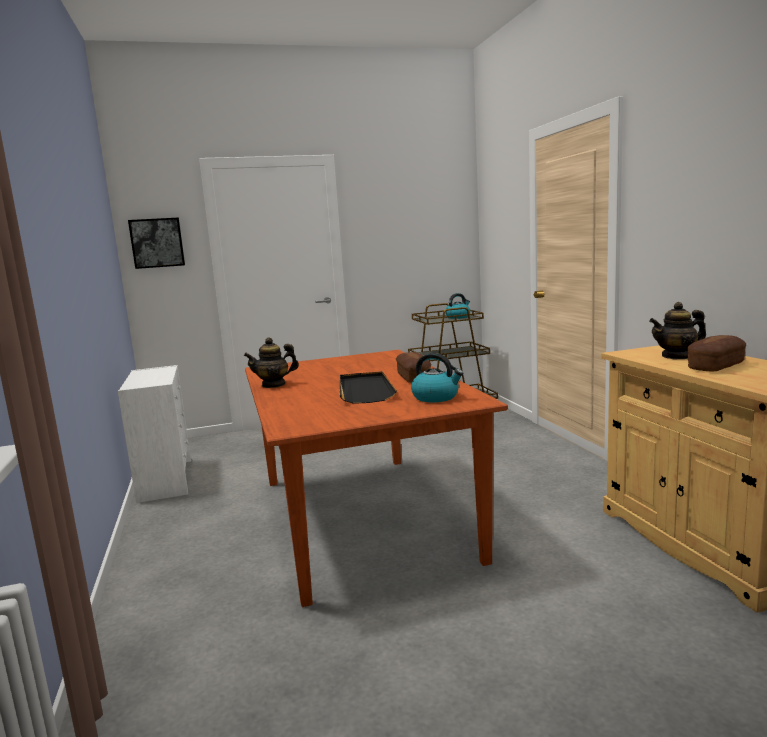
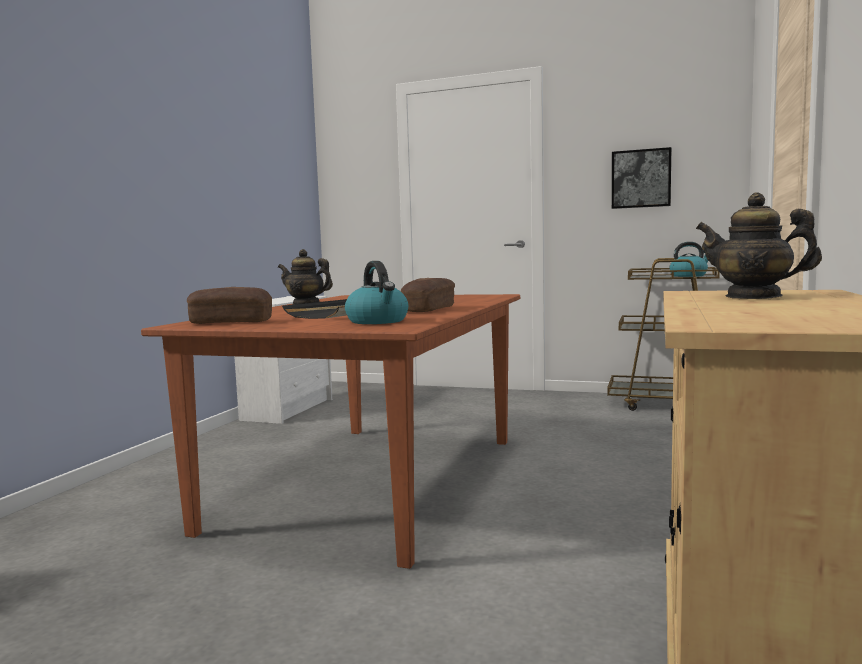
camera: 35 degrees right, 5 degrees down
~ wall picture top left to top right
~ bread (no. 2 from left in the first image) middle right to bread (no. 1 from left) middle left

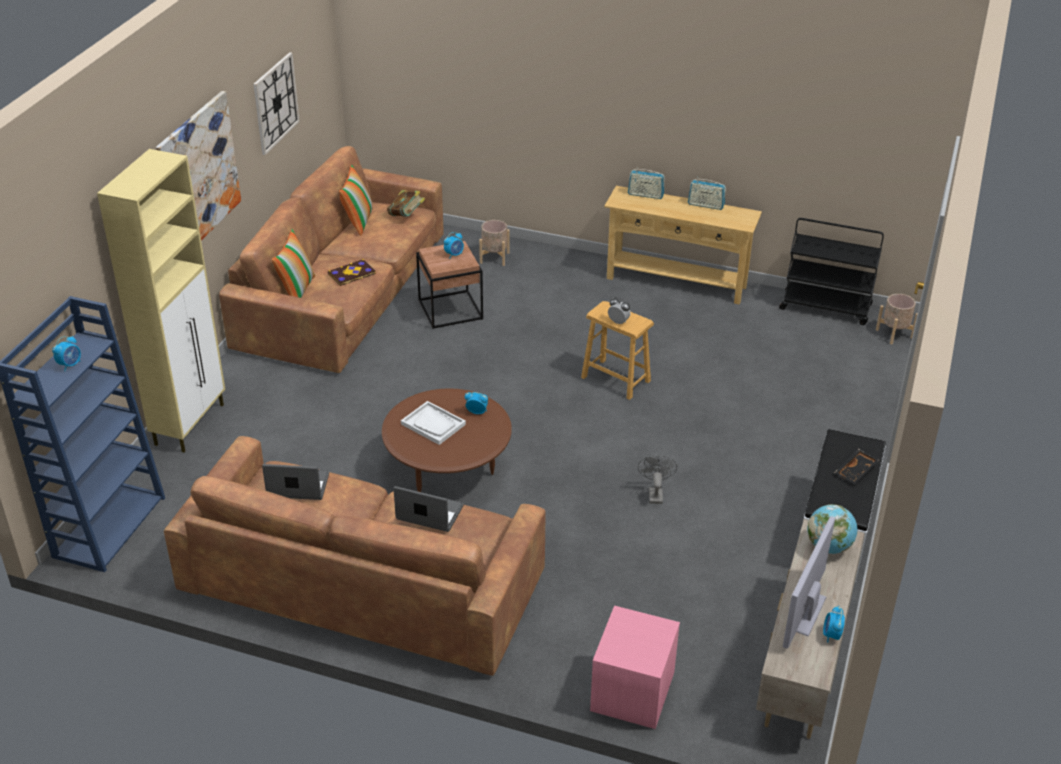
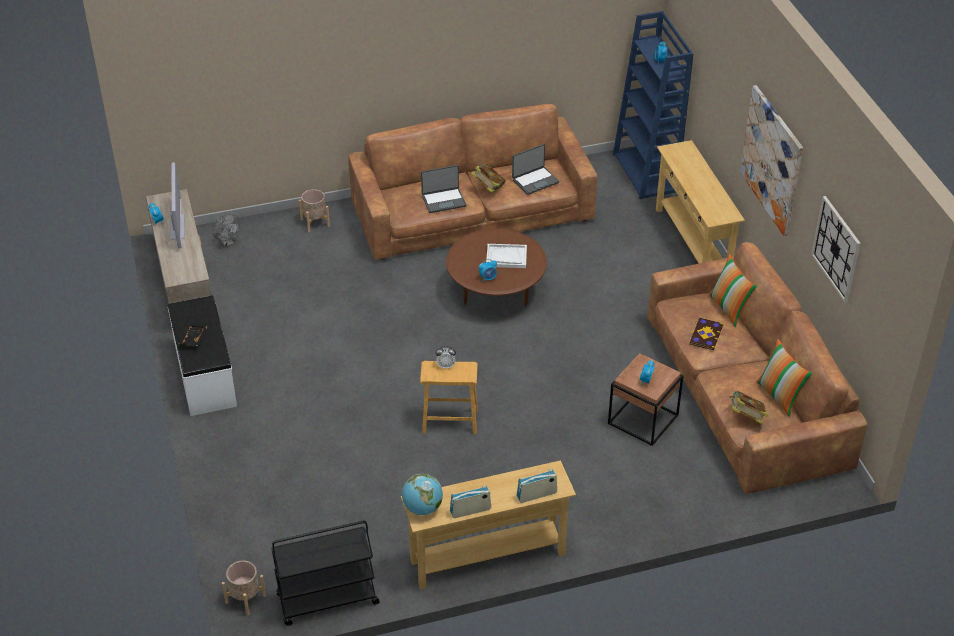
camera: 145 degrees right, 5 degrees up
- nightstand (pinkish) bottom centre
+ book (no. 1 from left) top centre
~ plant pot (beige-coloured) (no. 1 from left in the first image) top centre to plant pot (beige-coloured) (no. 2 from left) top left
~ cooling fan (greyish) centre to middle left
~ desk globe bottom right to bottom centre
~ cabinet (beige-coloured) middle left to narrow table (beige-coloured) (no. 2 from left) top right

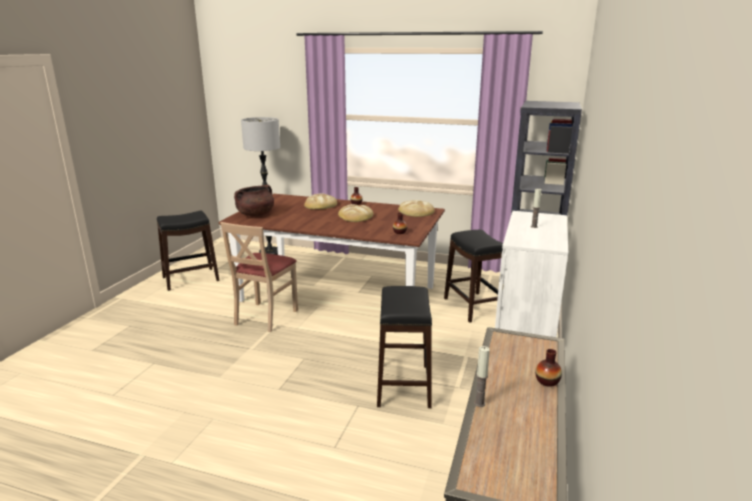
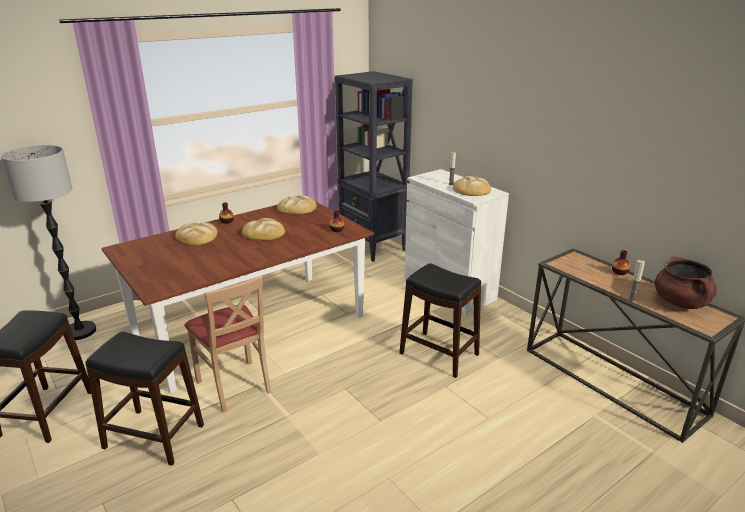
camera: 55 degrees left, 5 degrees up
+ bread (no. 4 from left) centre
~ cooking pot (brown) centre to middle right
~ sitting stool (black) (no. 3 from left in the first image) centre to sitting stool (black) (no. 2 from left) bottom left

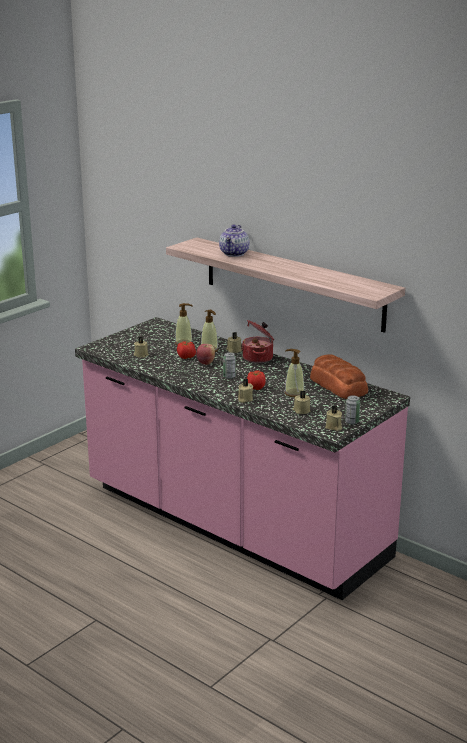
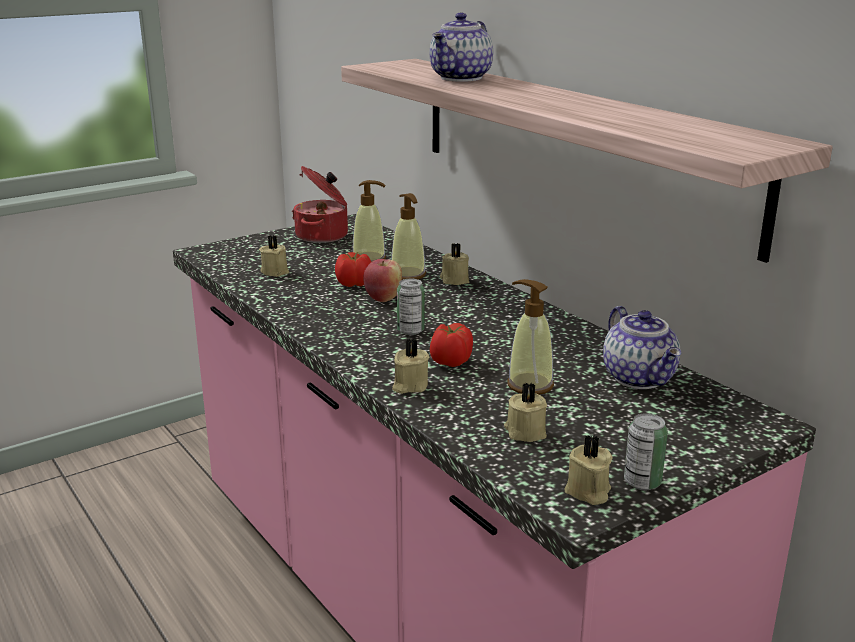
camera: 15 degrees right, 0 degrees up
~ cooking pot centre to top centre
~ bread middle right to teapot (no. 2 from left) middle right

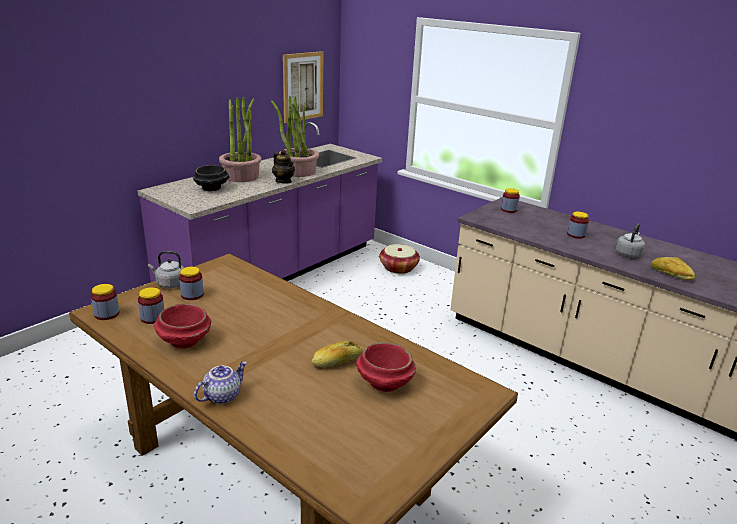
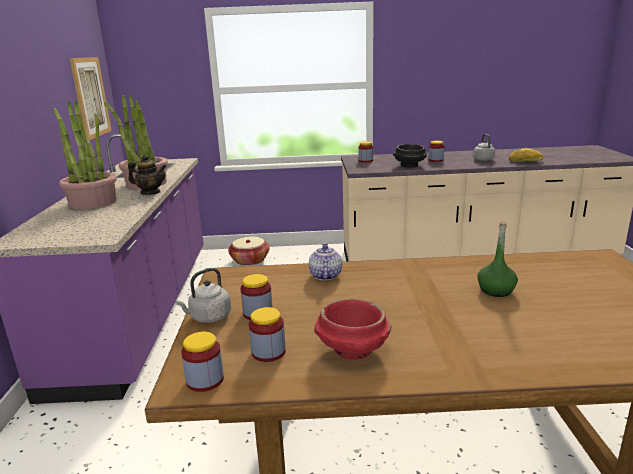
camera: 40 degrees left, 5 degrees down
- bowl (red-coloured) (no. 2 from left) bottom centre
~ bowl (black) middle left to top centre
~ teapot (no. 1 from left in the first image) bottom left to teapot (no. 2 from left) centre
~ bread (no. 1 from left) bottom centre to drink bottle (green) middle right

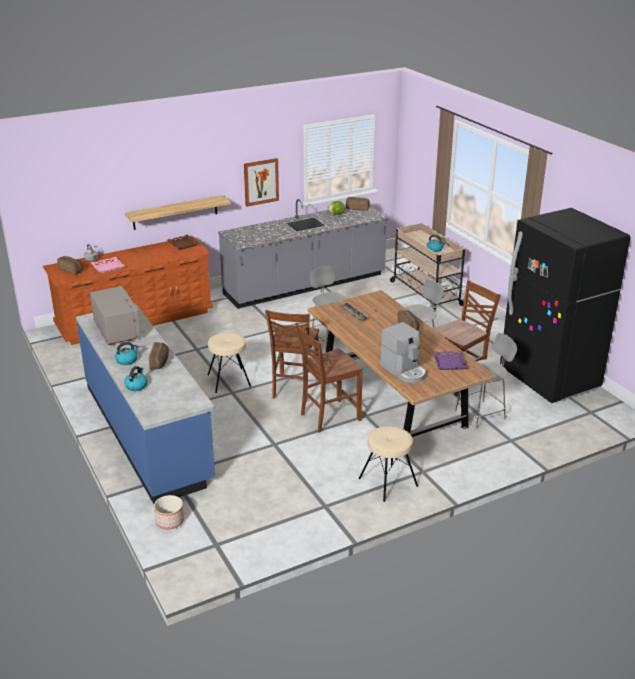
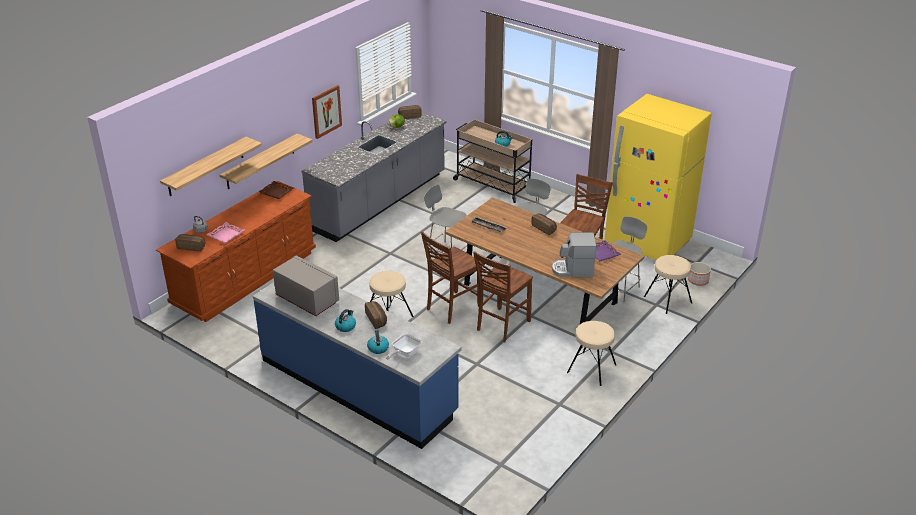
camera: 25 degrees left, 5 degrees up
+ bracket shelf (no. 1 from left) top left
+ skillet bottom centre
+ sitting stool (beige-coloured) (no. 3 from left) middle right
~ plant pot bottom left to middle right
~ kitchen fridge (black) middle right to kitchen fridge (yellow) middle right
~ plain chair (brown) (no. 1 from left) centre = centre 60 degrees clockwise
~ coffee machine centre = centre 150 degrees clockwise

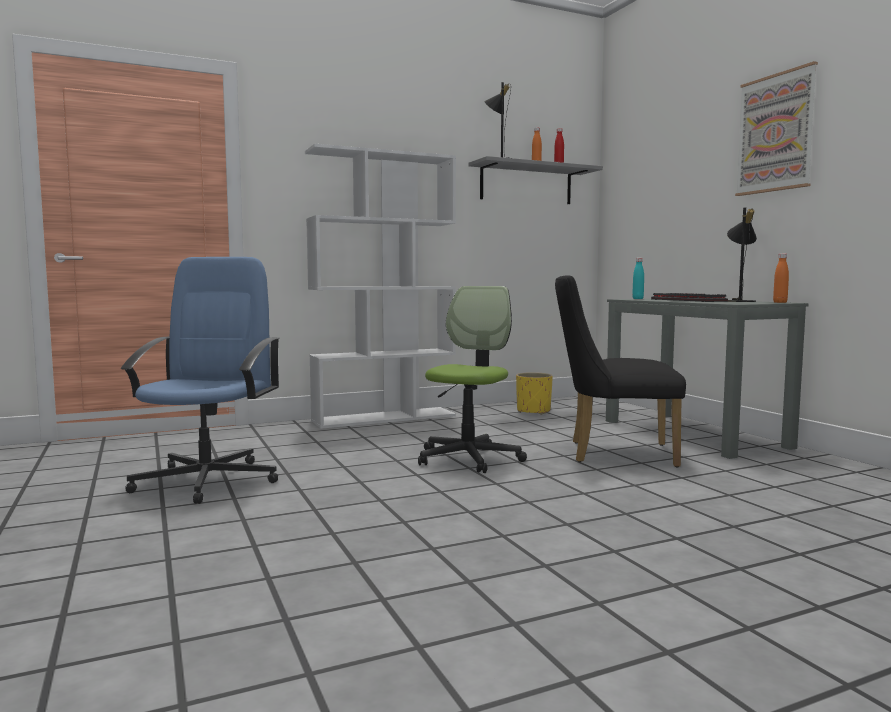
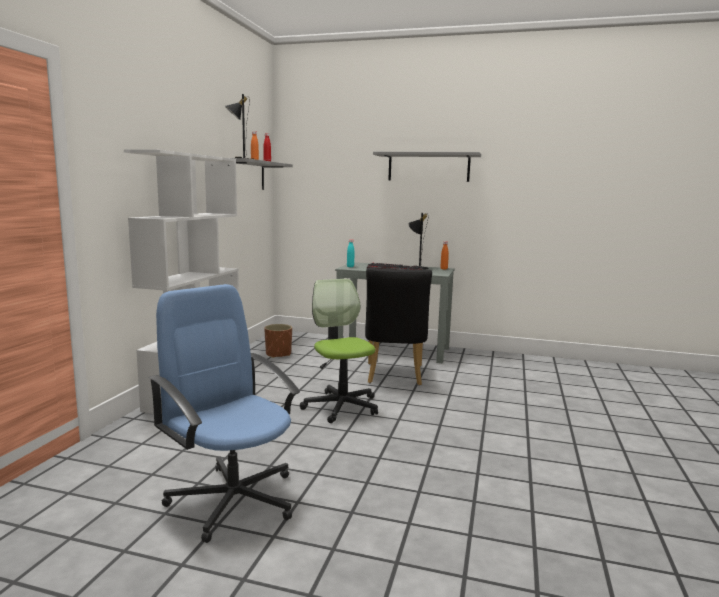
camera: 50 degrees left, 5 degrees up
~ wall picture top right to bracket shelf (greyish) (no. 2 from left) top centre
~ plant pot (yellow) centre to plant pot (brown) centre
~ plain chair (black) middle right = centre 45 degrees counterclockwise

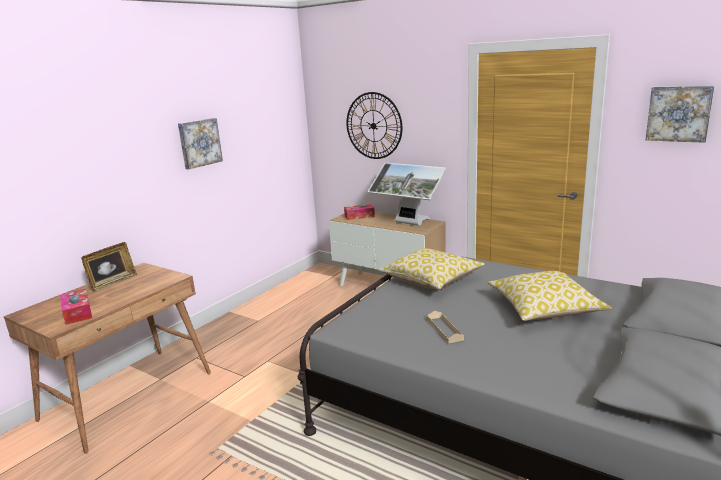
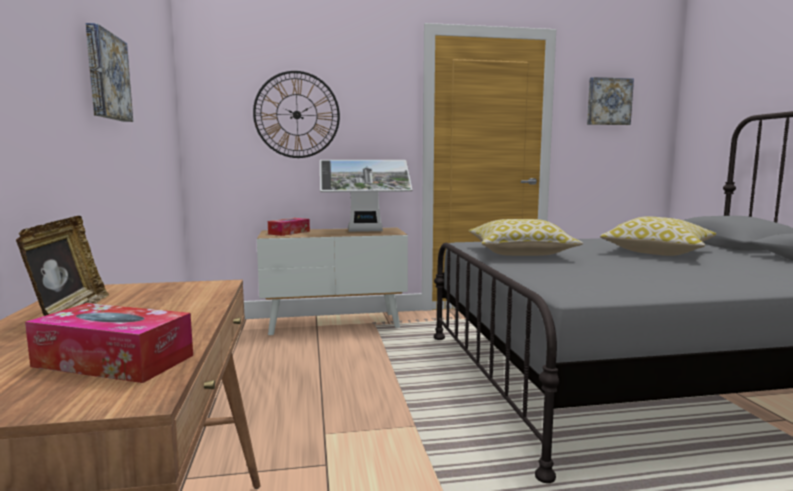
camera: 45 degrees left, 10 degrees down
- serving tray (beige-coloured) bottom centre

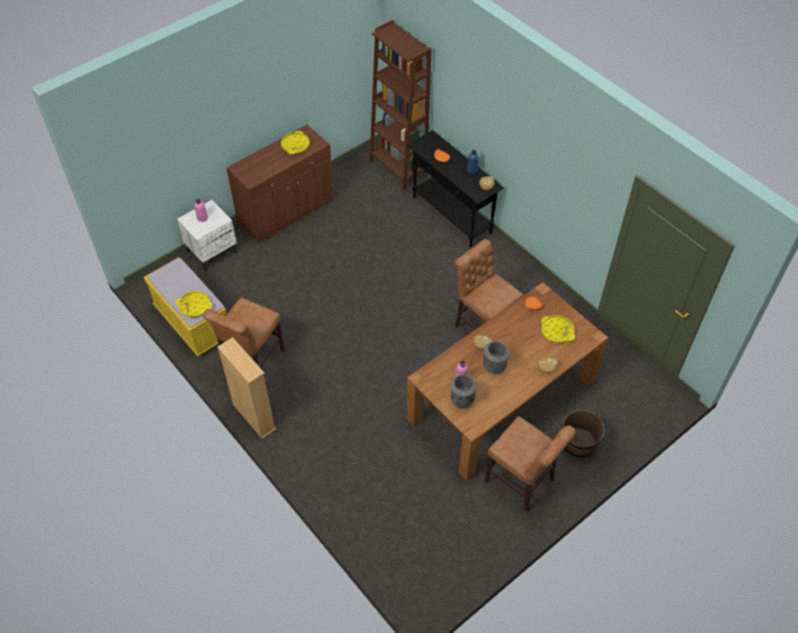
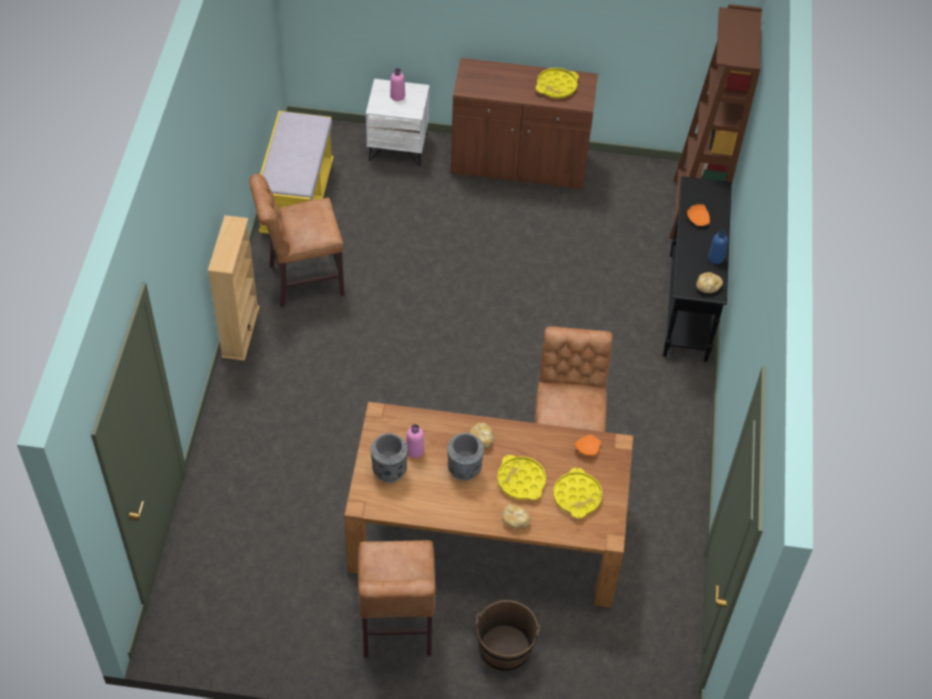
camera: 45 degrees right, 0 degrees up
~ serving tray (yellow) (no. 1 from left) middle left to bottom centre

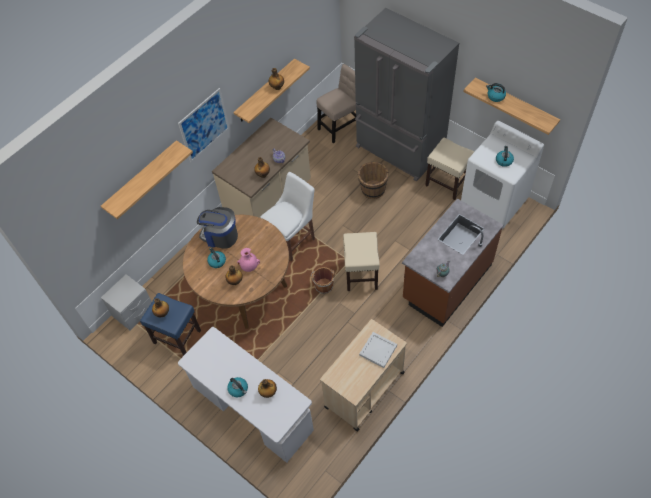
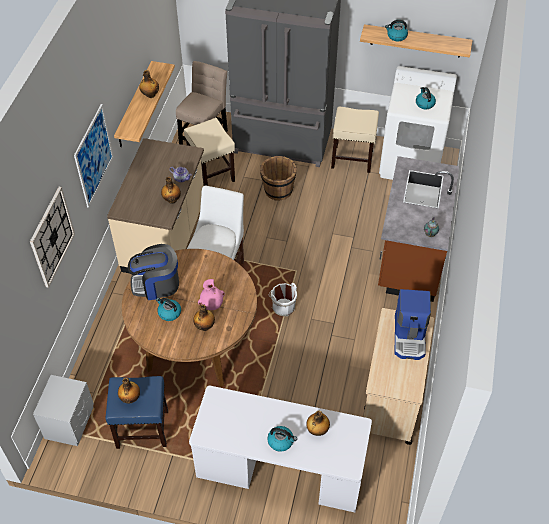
camera: 30 degrees left, 5 degrees down
~ sitting stool (beige-coloured) (no. 1 from left) centre to top centre
~ bracket shelf (no. 1 from left) middle left to clock on the wall middle left
~ serving tray (whitish) bottom centre to coffee machine (no. 2 from left) middle right
~ water bucket (brown) (no. 1 from left) centre to water bucket (whitish) centre

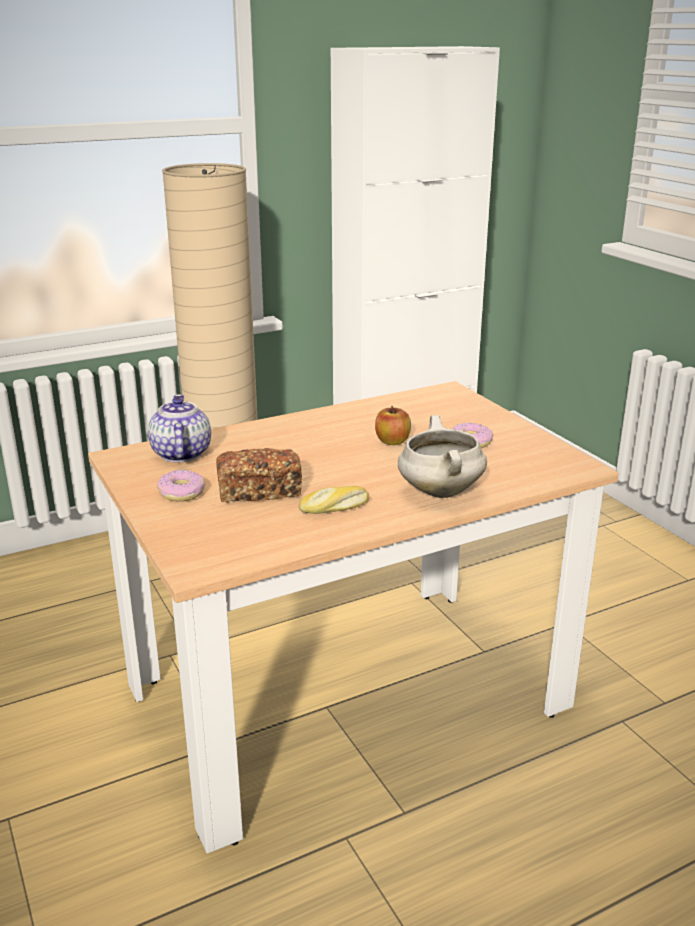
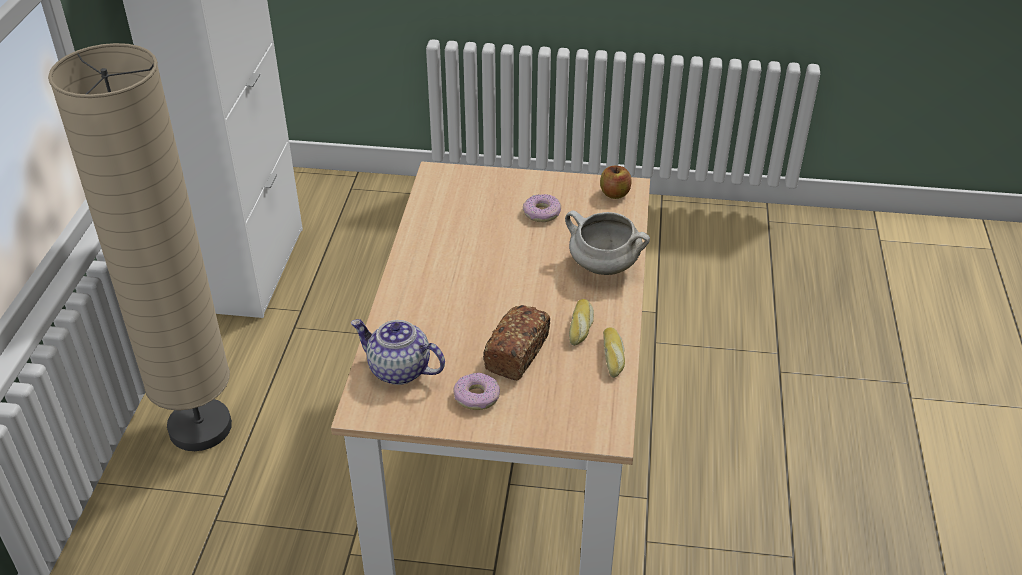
camera: 55 degrees left, 15 degrees up
+ bread (no. 3 from left) centre
~ whole apple centre to top centre

